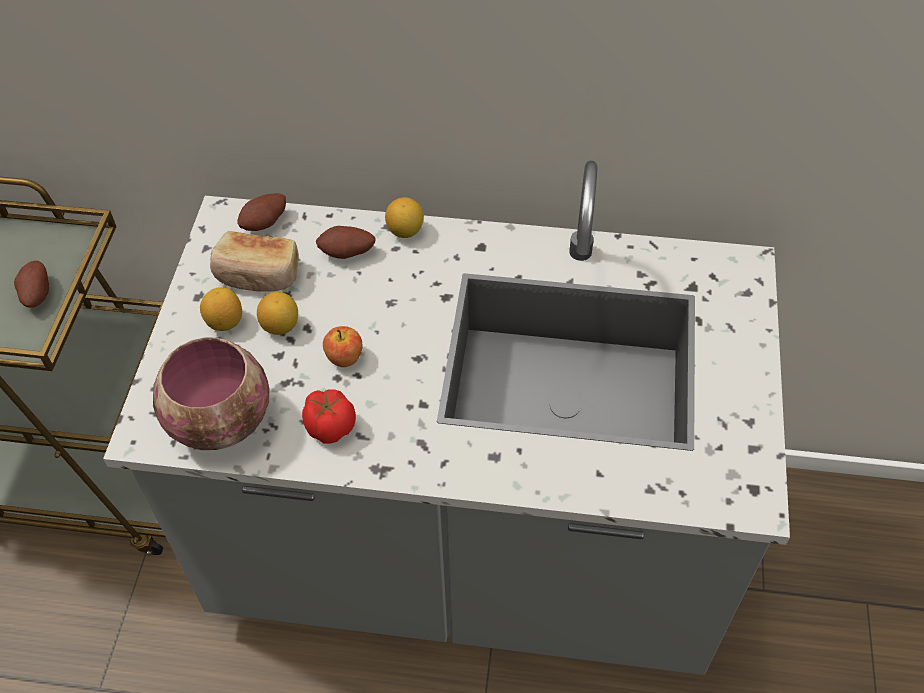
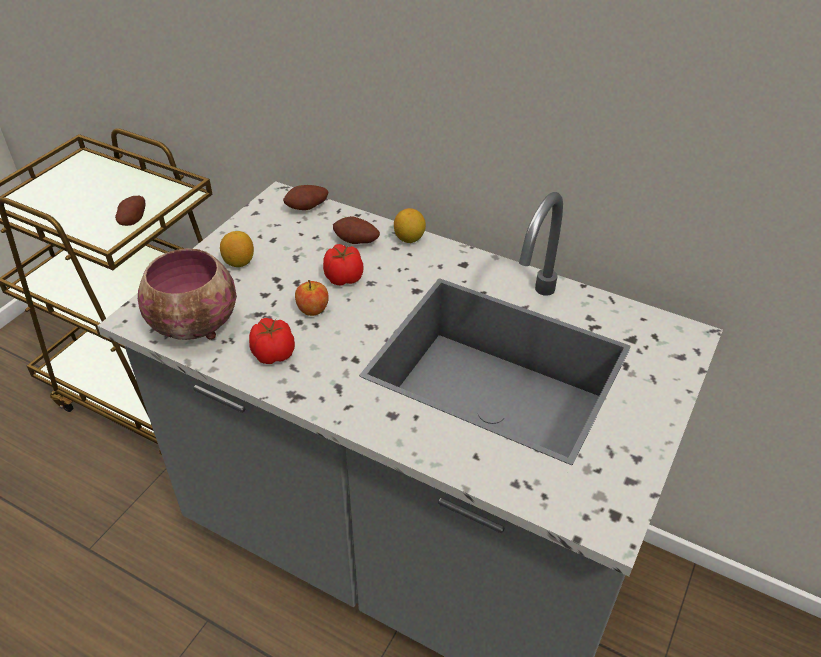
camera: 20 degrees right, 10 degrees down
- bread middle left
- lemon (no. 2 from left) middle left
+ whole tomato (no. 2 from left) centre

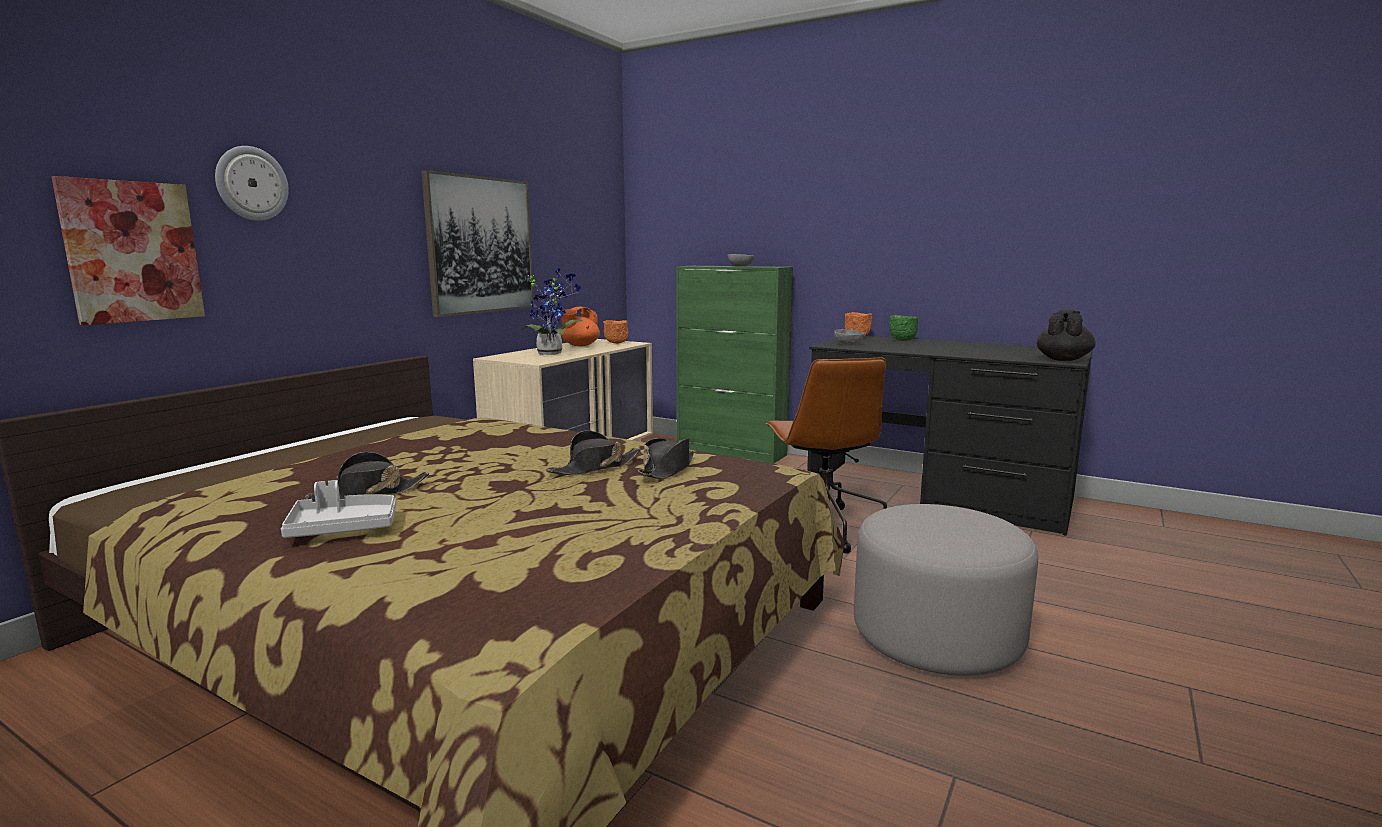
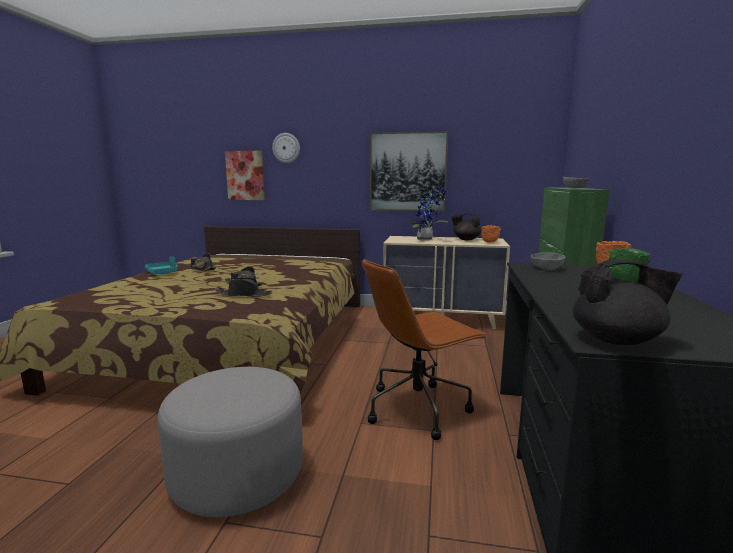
camera: 70 degrees right, 0 degrees up
~ serving tray (greyish) middle left to serving tray (turquoise) middle left
~ teapot (orange-coloured) centre to teapot (black) (no. 1 from left) centre

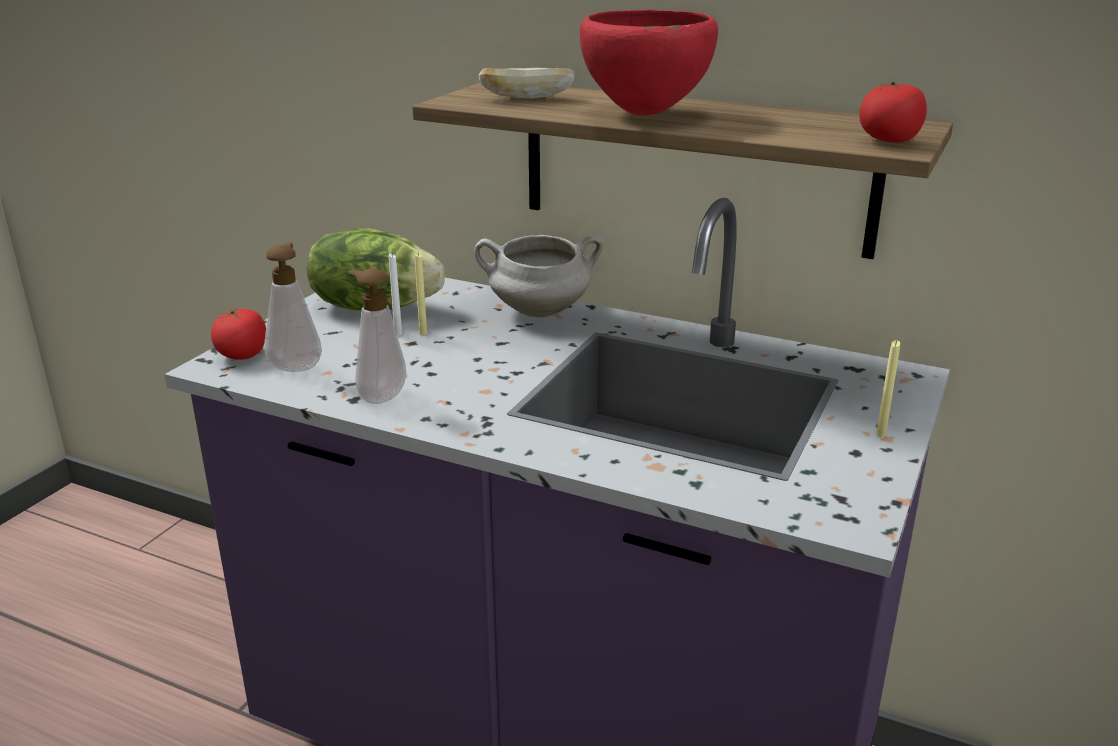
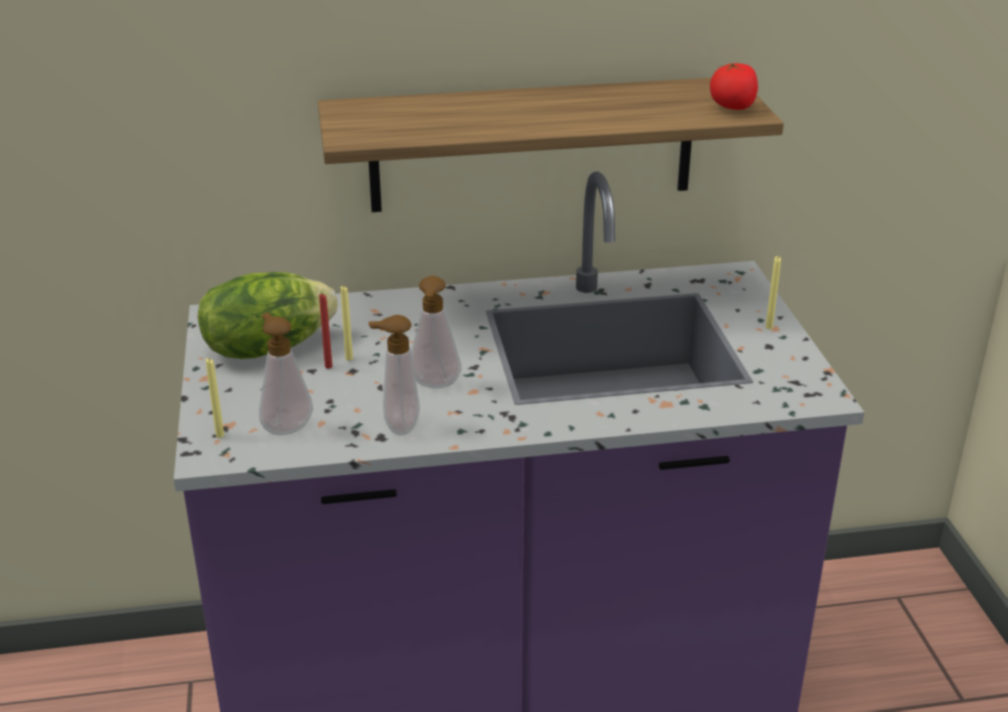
camera: 35 degrees left, 5 degrees up
- cooking pot (whitish) centre
- bread top centre
- bowl (red-coloured) top centre
+ liquid soap bottle (no. 3 from left) centre
~ whole tomato (no. 1 from left) middle left to candle (yellow) (no. 1 from left) middle left
~ candle (whitish) centre to candle (red-coloured) middle left

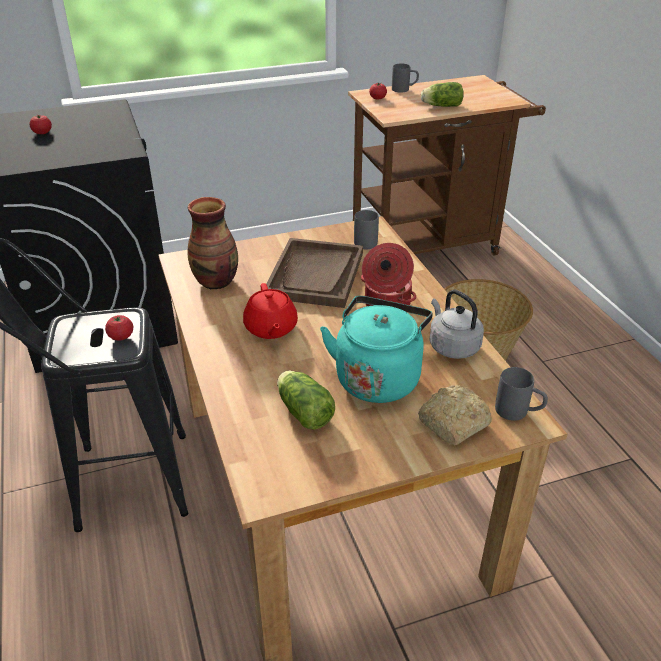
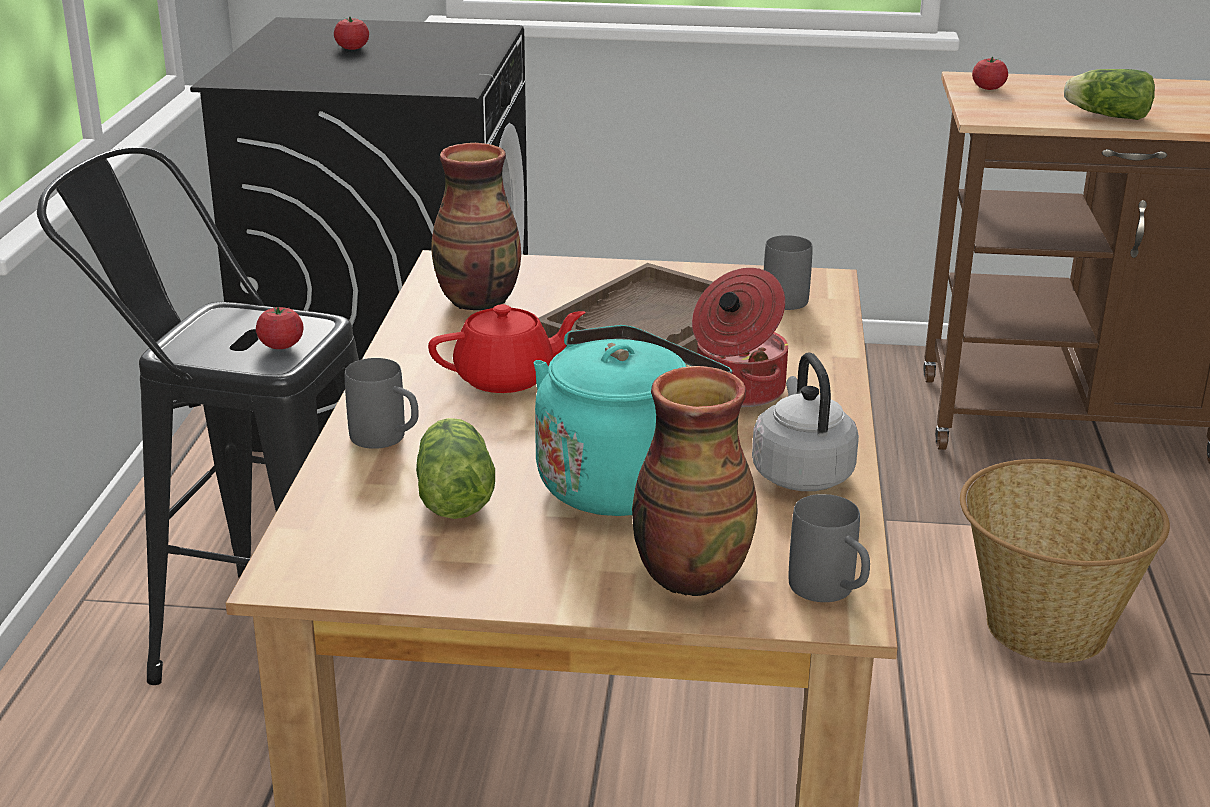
camera: 25 degrees right, 10 degrees down
~ mug (greyish) (no. 2 from left in the first image) top centre to mug (greyish) (no. 1 from left) middle left
~ bread middle right to vase (no. 2 from left) centre
~ teapot (red-coloured) centre = centre 120 degrees counterclockwise

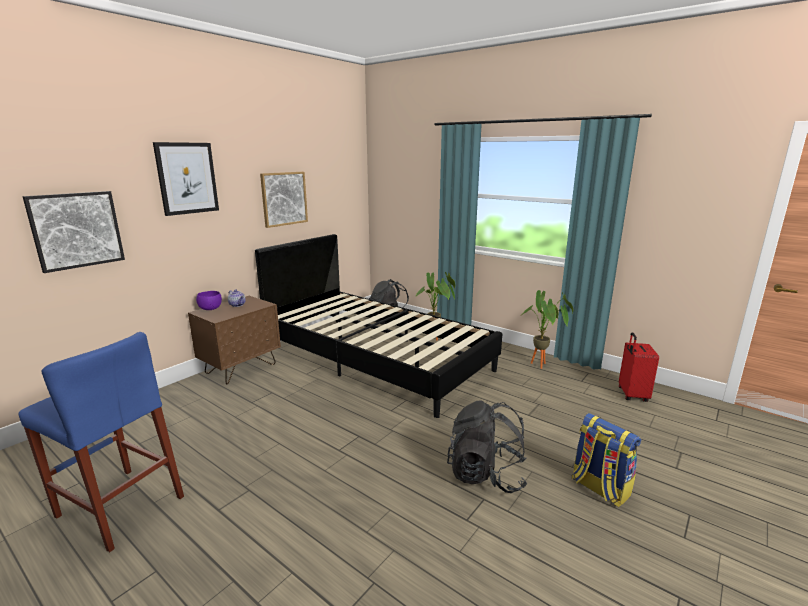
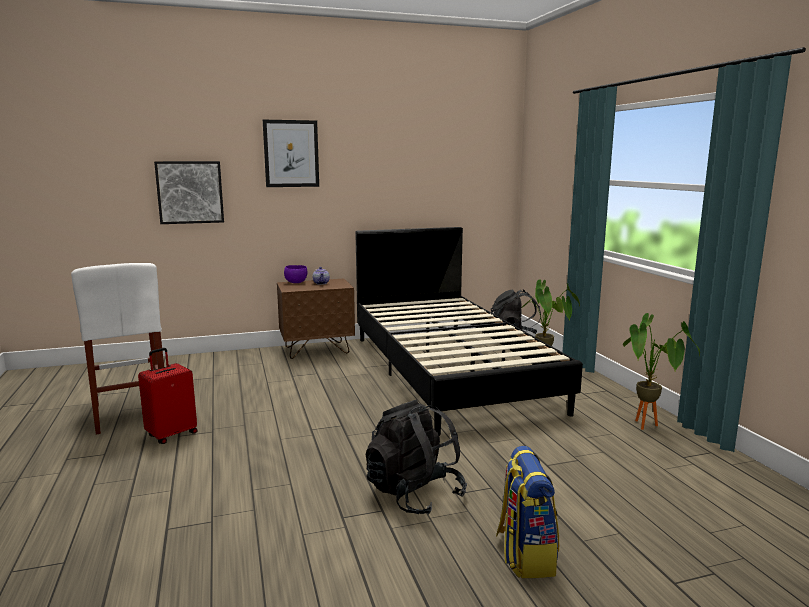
camera: 35 degrees right, 5 degrees down
- wall picture (no. 3 from left) top centre
~ travel case (red-coloured) middle right to middle left
~ sitting stool (blue-coloured) bottom left to sitting stool (whitish) middle left

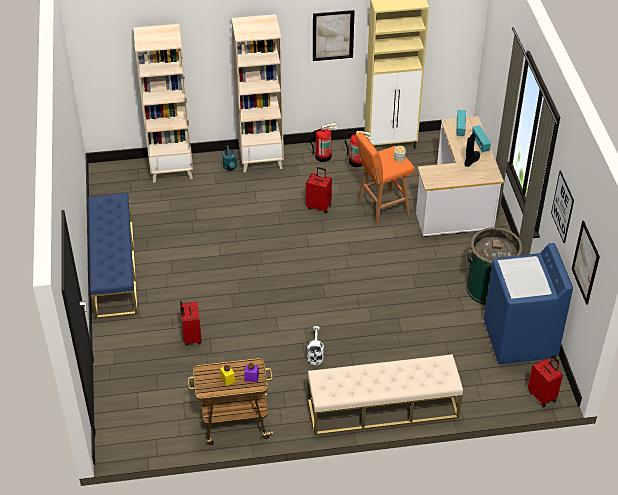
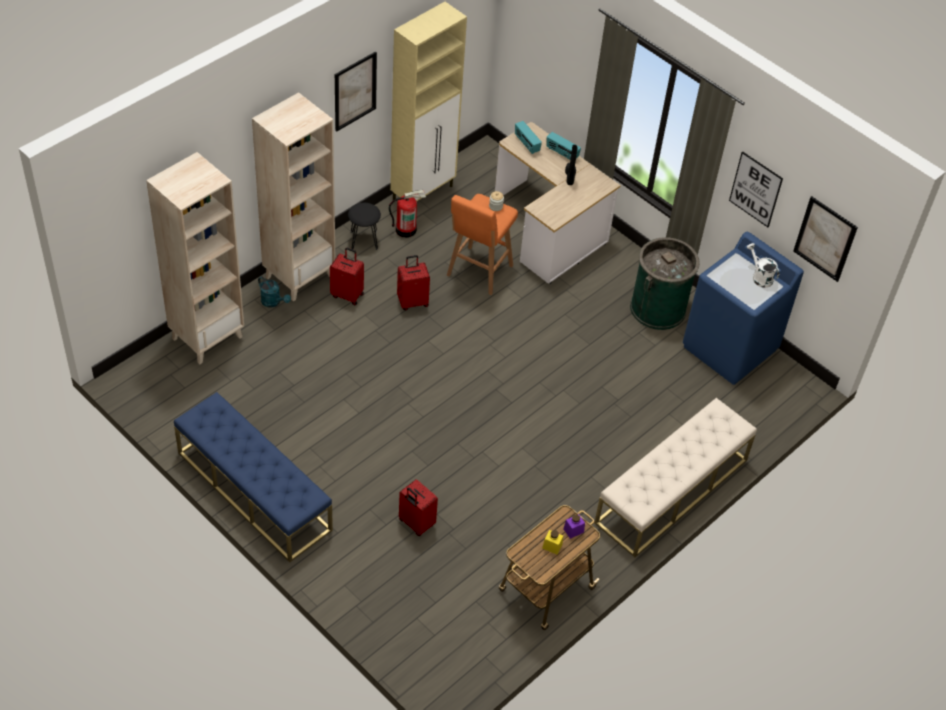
camera: 40 degrees left, 5 degrees up
~ watering can (whitish) bottom centre to middle right
~ travel case (red-coloured) (no. 3 from left in the first image) bottom right to travel case (red-coloured) (no. 1 from left) centre
~ extinguisher (no. 1 from left) top centre to sitting stool (black) top centre

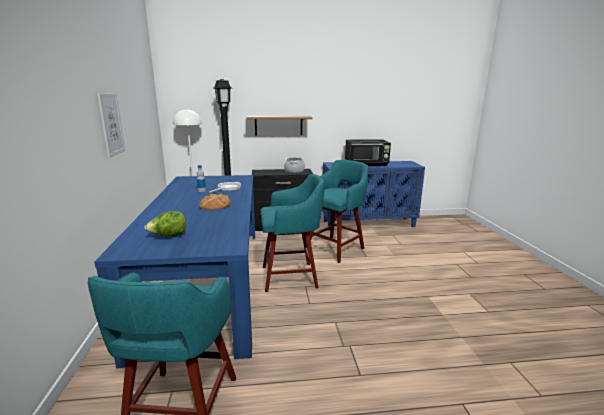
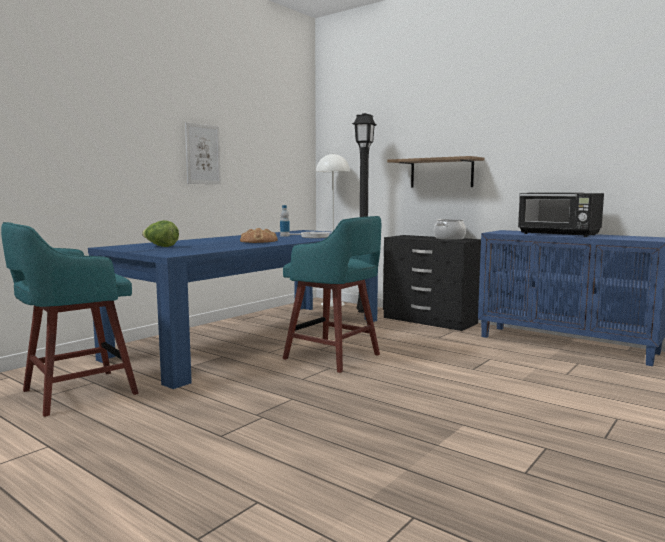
camera: 45 degrees right, 10 degrees down
- sitting stool (turquoise) (no. 3 from left) centre

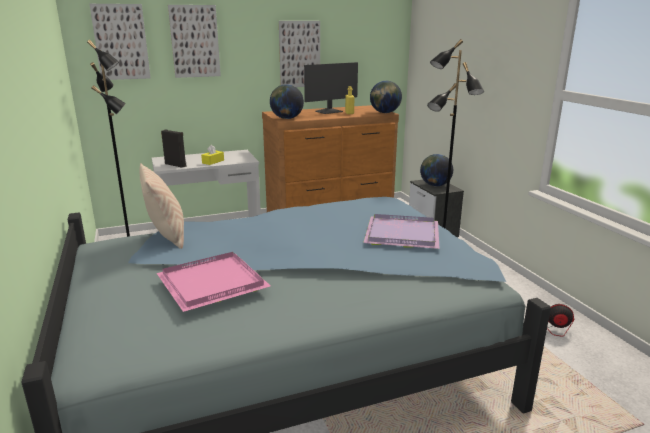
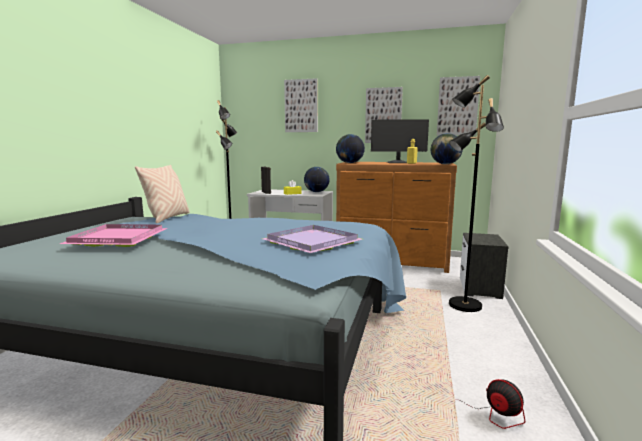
camera: 35 degrees right, 10 degrees down
~ wall picture (no. 1 from left in the first image) top left to wall picture (no. 3 from left) top right
~ desk globe (no. 3 from left in the first image) middle right to desk globe (no. 1 from left) centre

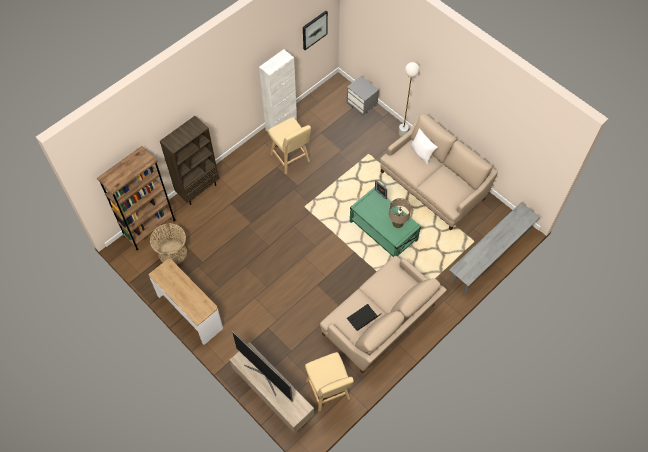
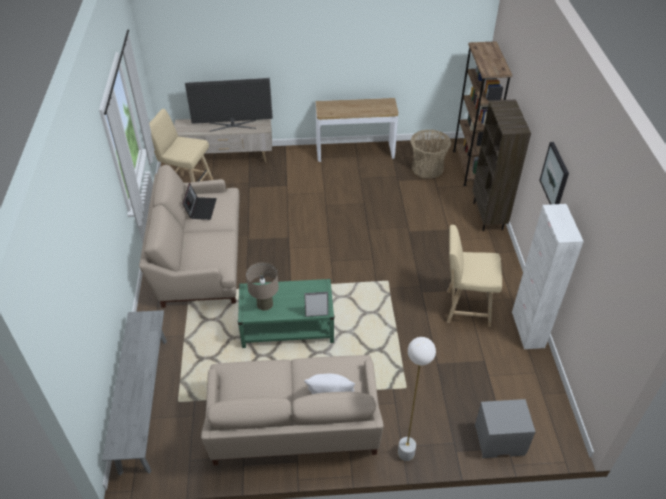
camera: 130 degrees right, 15 degrees down
~ wall picture top centre to middle right

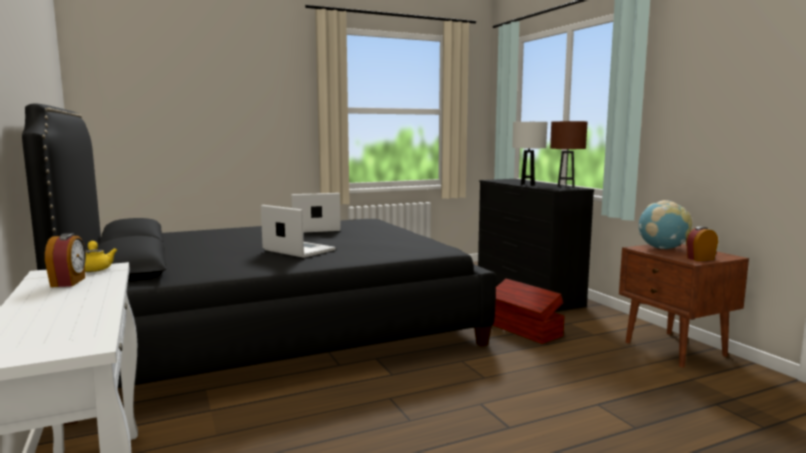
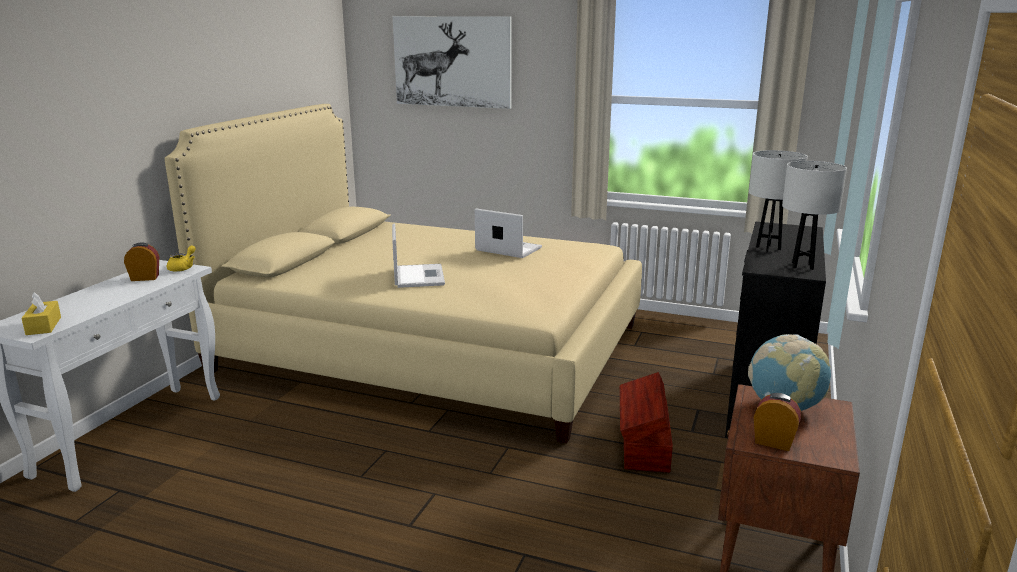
camera: 45 degrees right, 10 degrees up
+ tissue box (yellow) middle left
+ wall picture top centre
~ sleeping bed (black) middle left to sleeping bed (beige-coloured) centre
~ table lamp (brown) middle right to table lamp (whitish) (no. 2 from left) middle right
~ alarm clock (no. 1 from left) middle left = middle left 135 degrees counterclockwise

